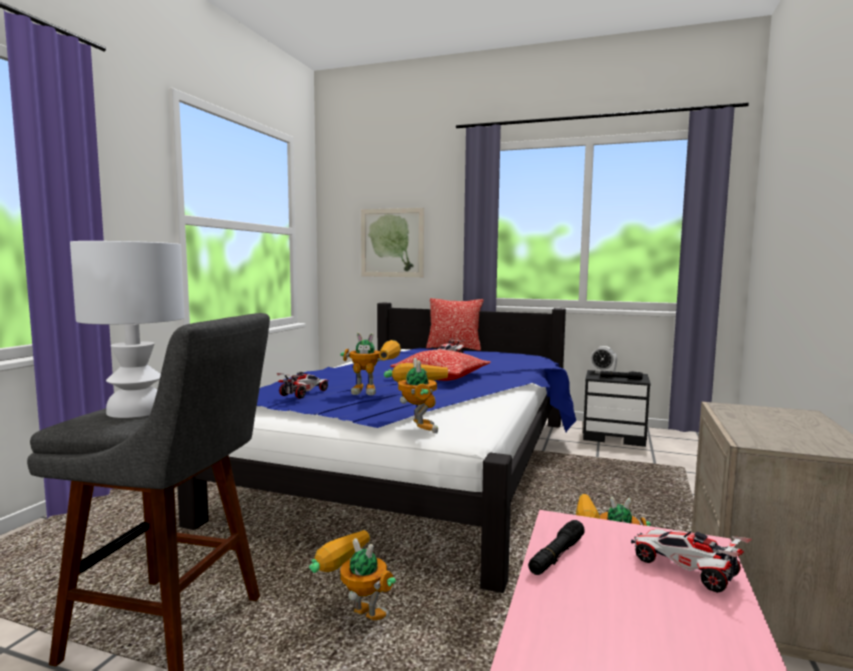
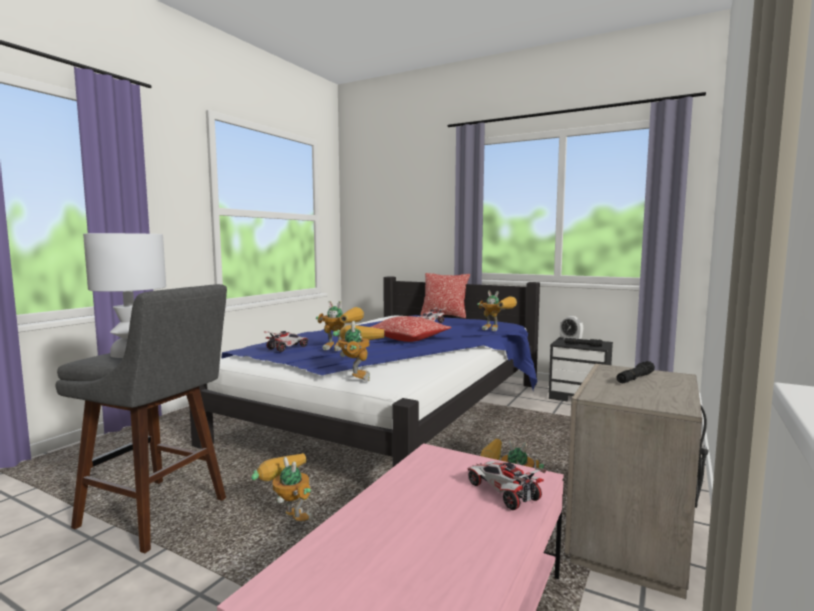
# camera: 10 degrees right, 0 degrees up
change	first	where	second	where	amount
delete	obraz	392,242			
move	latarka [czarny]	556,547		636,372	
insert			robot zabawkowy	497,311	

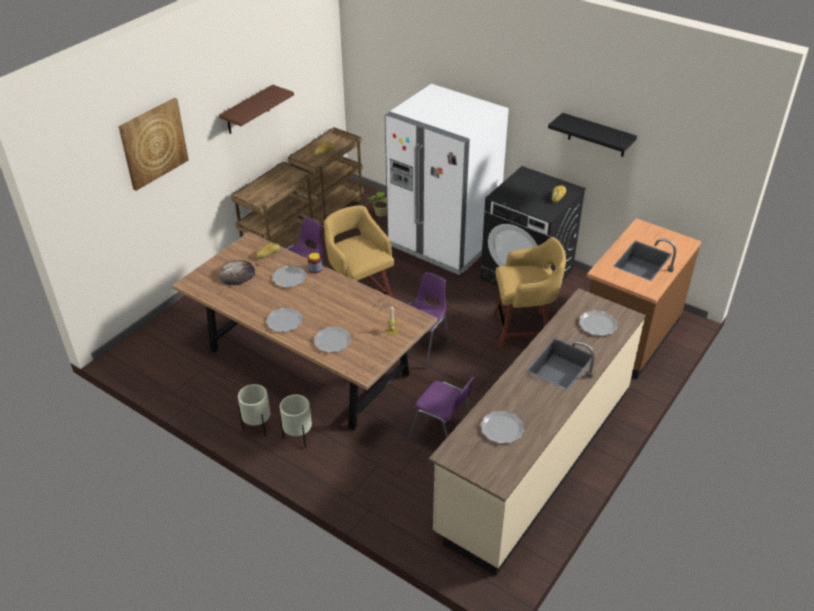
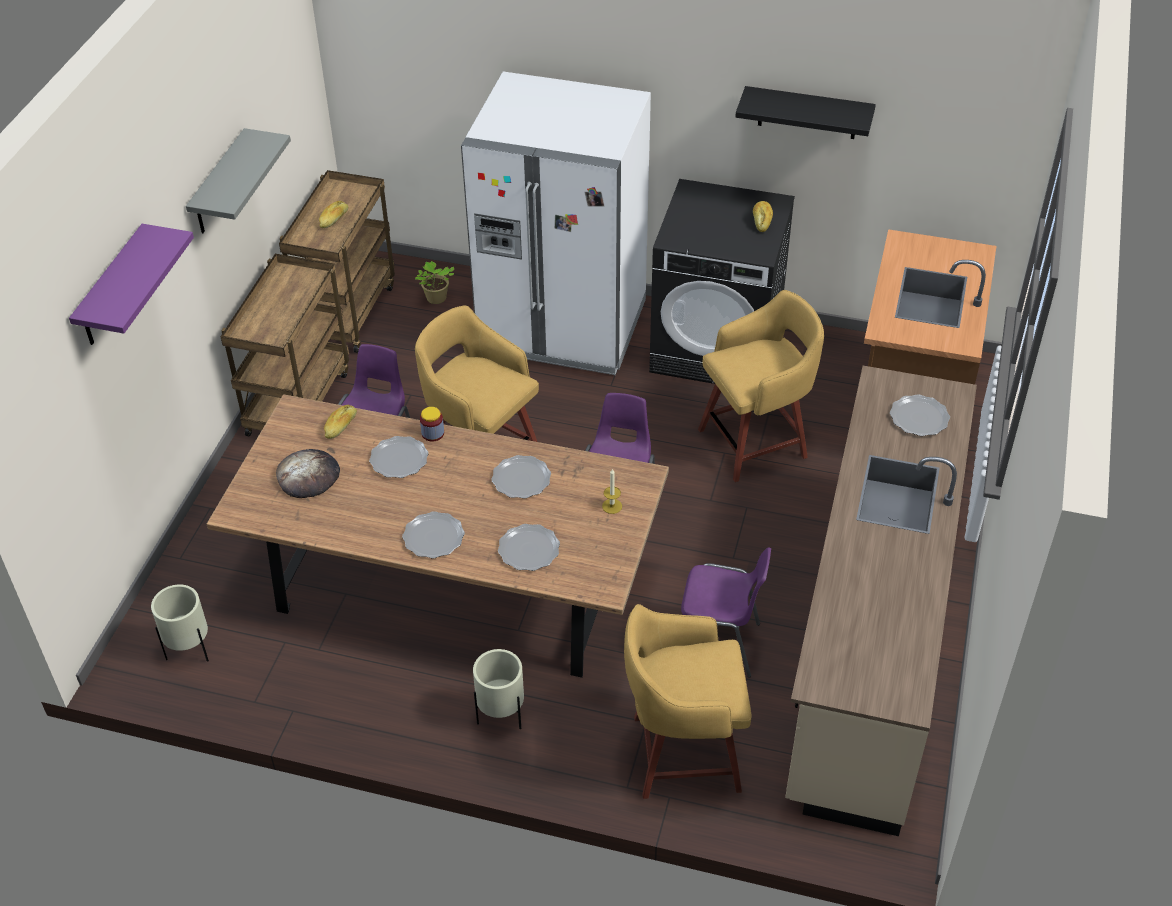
# camera: 20 degrees left, 5 degrees up
change	first	where	second	where	amount
replace	obraz	153,144	półka [fioletowy]	131,284	
recolor	półka [brązowy]	256,109	półka [szary]	238,180	
move	donica [beżowy]	254,410		180,623	
move	talerz	502,427		521,477	
insert			stołek [żółty]	687,701	

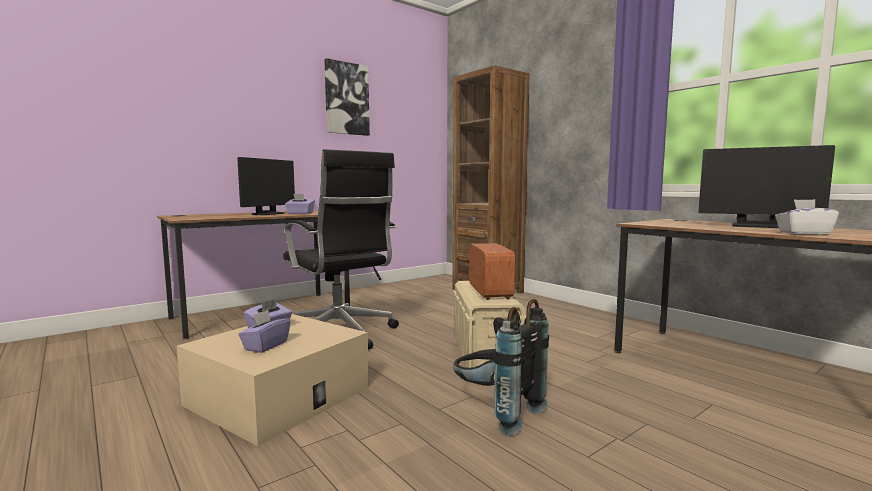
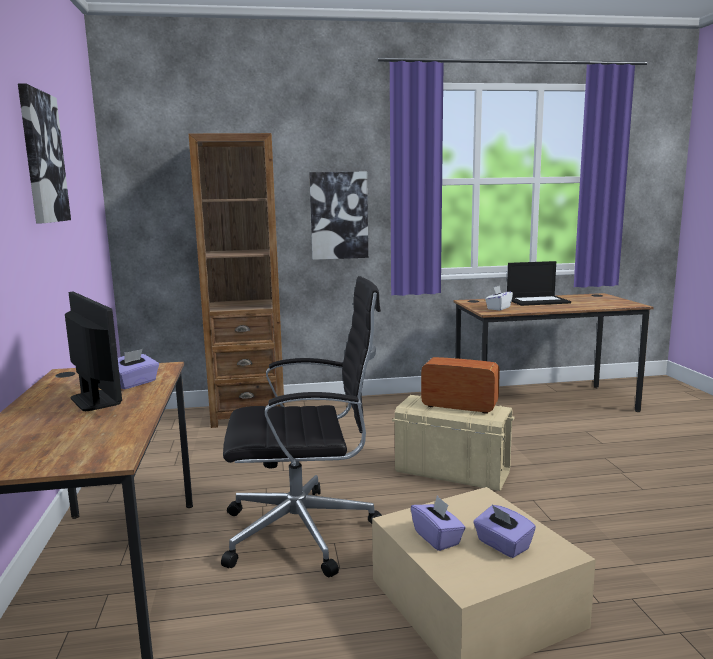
# camera: 60 degrees left, 5 degrees up
change	first	where	second	where	amount
delete	plecak [czarny]	501,367			
replace	monitor	766,186	laptop	539,283	
move	pudełko chusteczek [biały]	807,217		499,298	
insert			obraz	338,216	

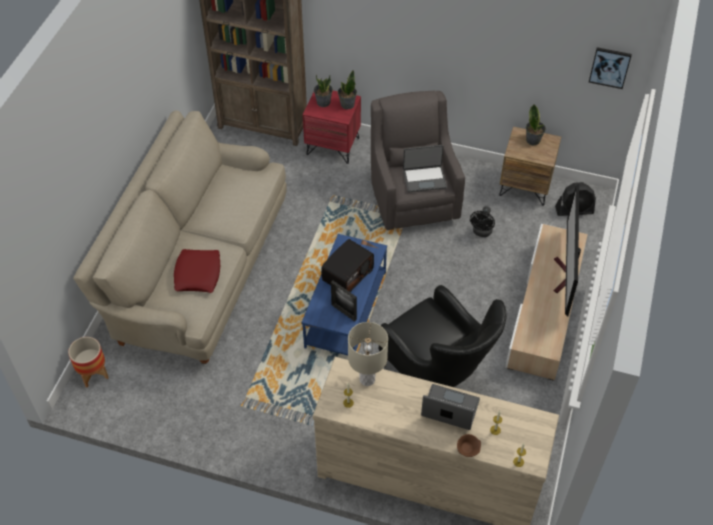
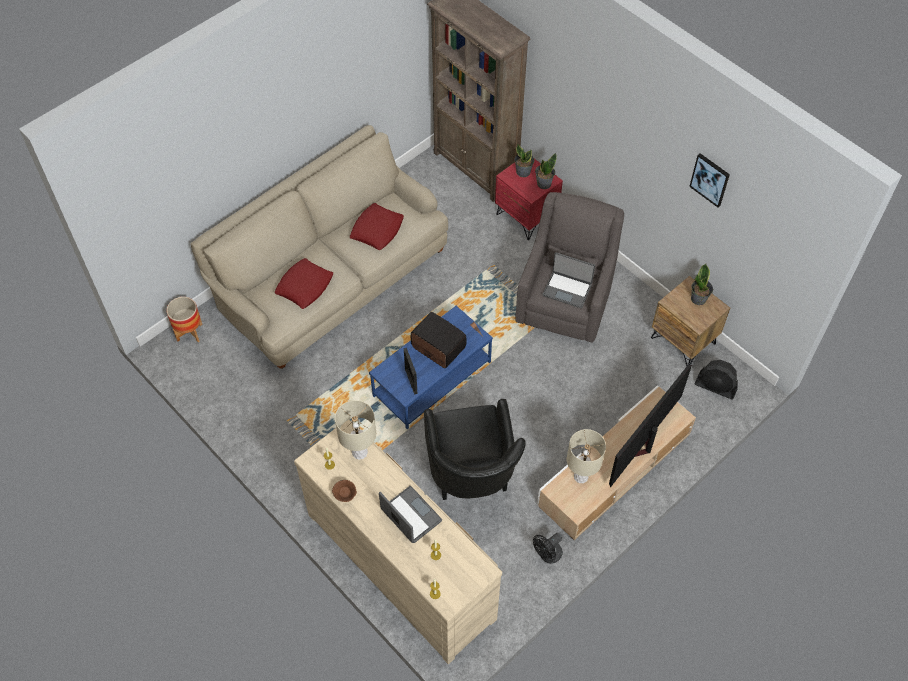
# camera: 30 degrees right, 5 degrees up
change	first	where	second	where	amount
rotate	radio	347,266		439,340	120 degrees counterclockwise
move	miska [brązowy]	469,445		344,491	
move	wentylator [czarny]	482,221		548,548	
move	obraz	610,68		709,180	
insert			poduszka [czerwony]	377,226	
insert			lampa stołowa [beżowy]	586,456	

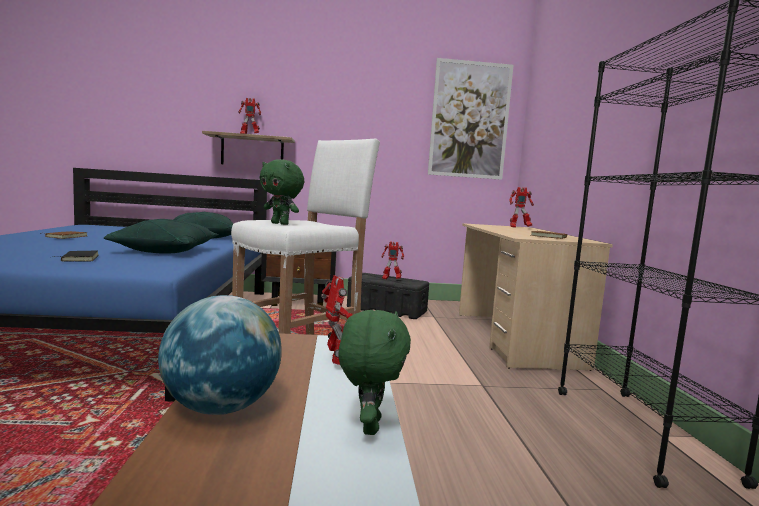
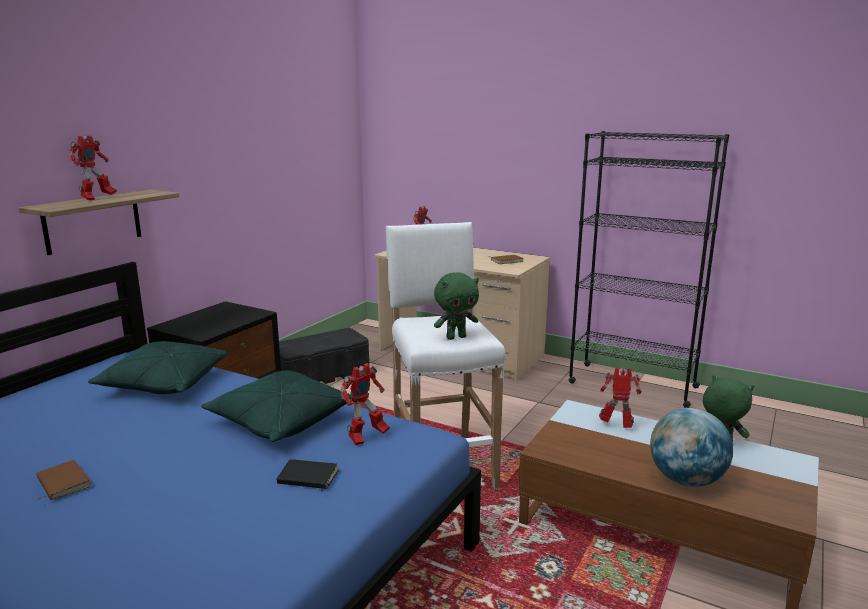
# camera: 55 degrees left, 10 degrees up
change	first	where	second	where	amount
move	robot zabawkowy	393,261		365,404	
delete	obraz	471,119			

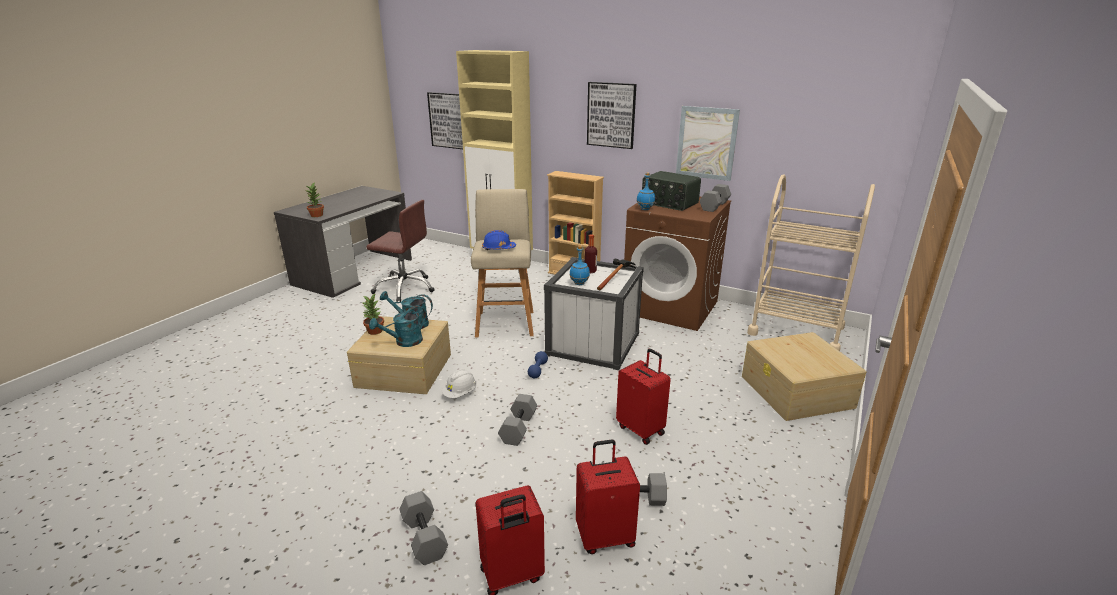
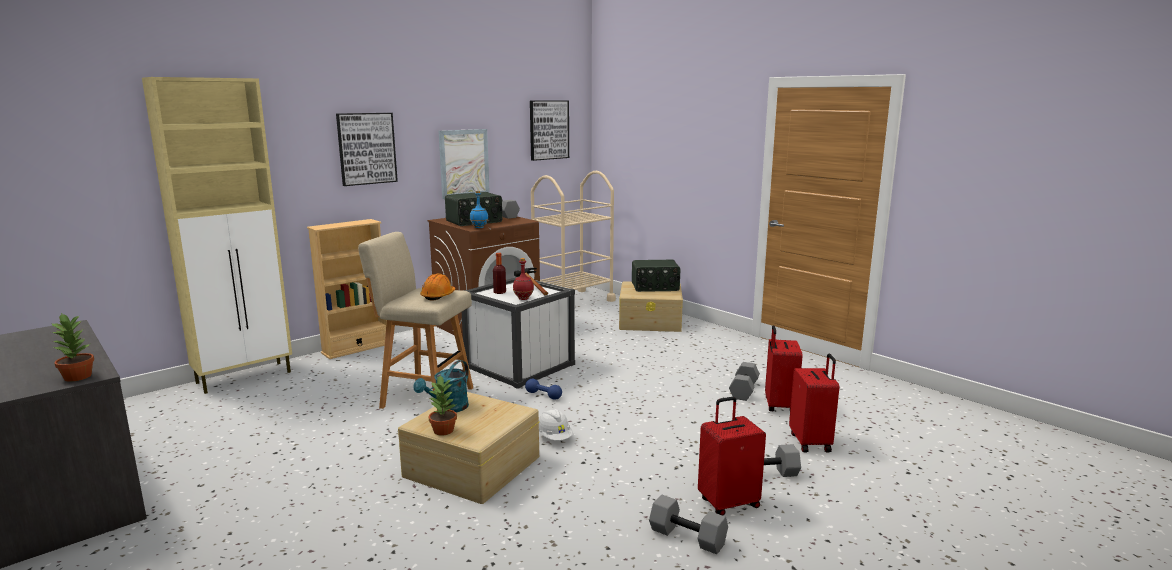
# camera: 70 degrees left, 10 degrees down
change	first	where	second	where	amount
delete	krzesło biurowe [brązowy]	400,251			
delete	konewka [turkusowy]	397,326			
move	obraz	445,120		549,130	
recolor	kask [niebieski]	499,240	kask [pomarańczowy]	437,287	
move	hantel [szary]	517,420		688,524	
recolor	butelka [niebieski]	580,265	butelka [czerwony]	523,279	
move	walizka [czerwony]	643,397		732,456	
insert			radio	656,276	

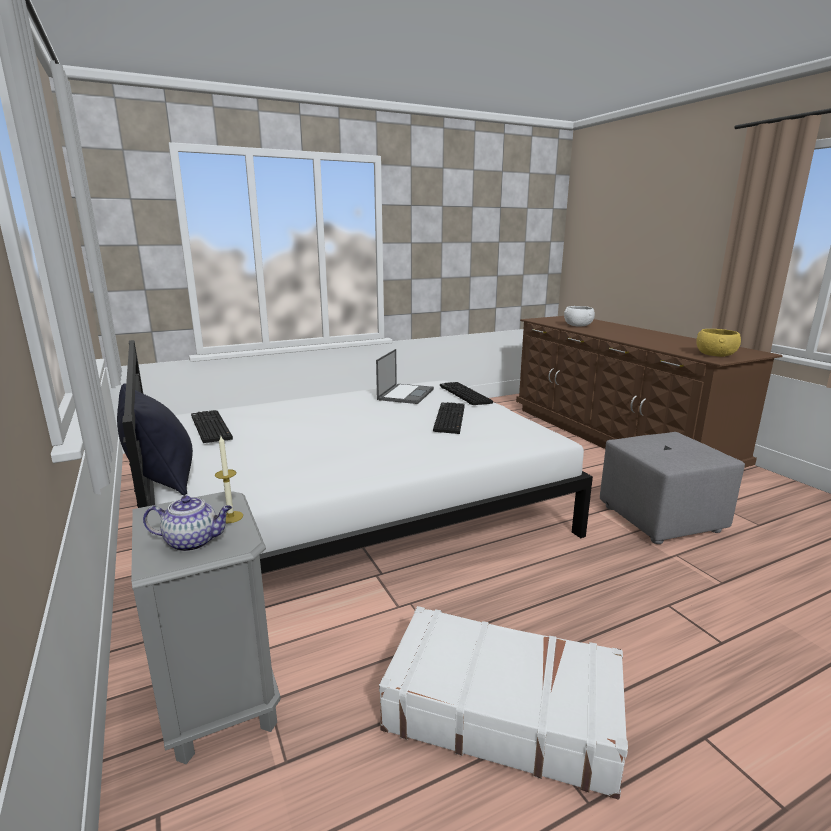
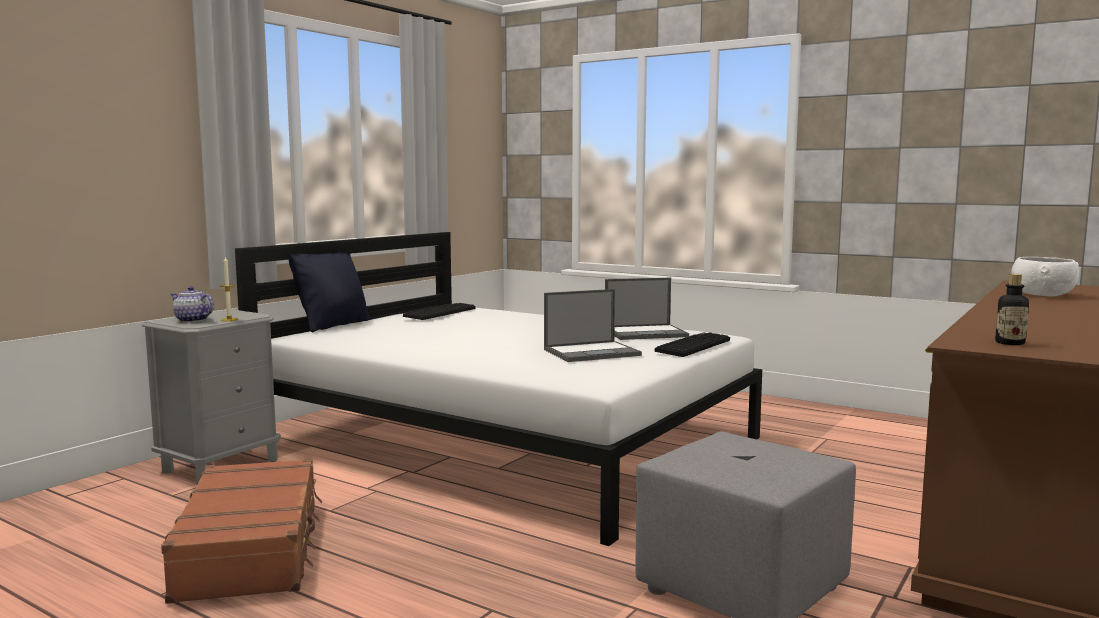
# camera: 60 degrees right, 10 degrees down
change	first	where	second	where	amount
rotate	imbryk	187,524		192,304	150 degrees clockwise
recolor	walizka [biały]	503,703	walizka [brązowy]	241,531	
replace	klawiatura	449,418	laptop	593,325	
replace	miska [żółty]	718,343	butelka	1012,309	

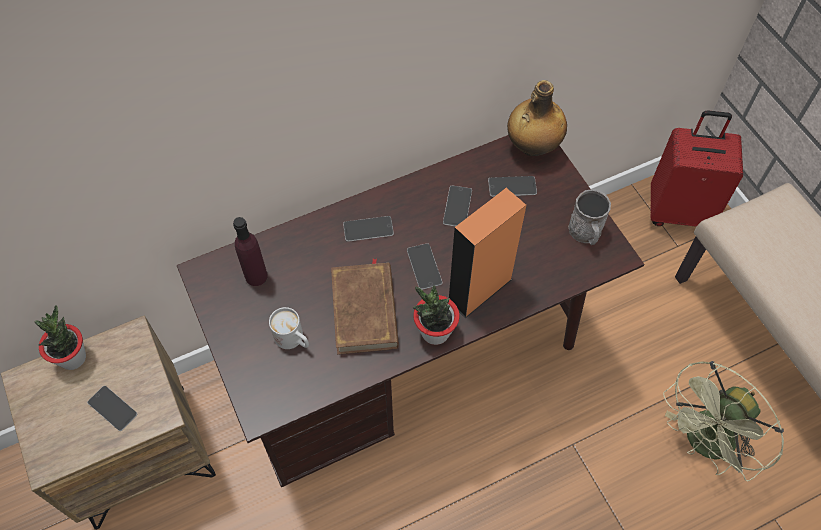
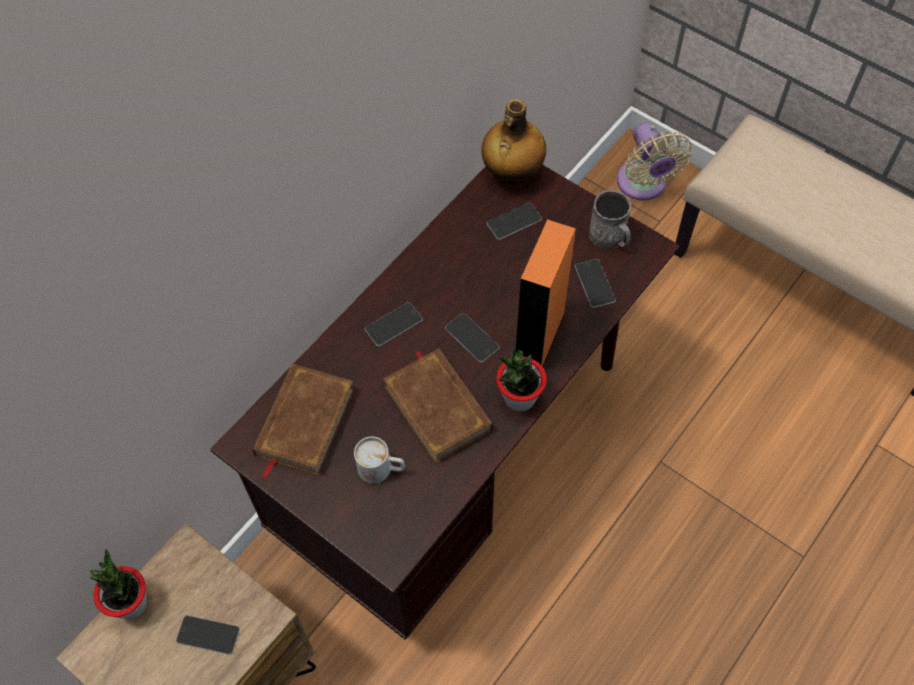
# camera: 25 degrees left, 0 degrees up
change	first	where	second	where	amount
replace	butelka [fioletowy]	250,251	książka [brązowy]	303,421	
move	telefon	457,206		595,283	
replace	walizka [czerwony]	697,168	wentylator [beżowy]	654,161	
delete	wentylator [zielony]	723,421			

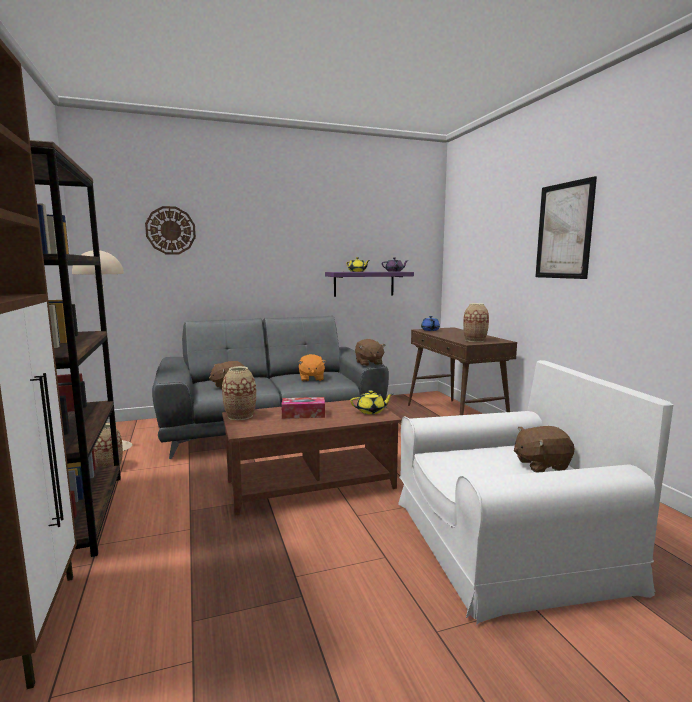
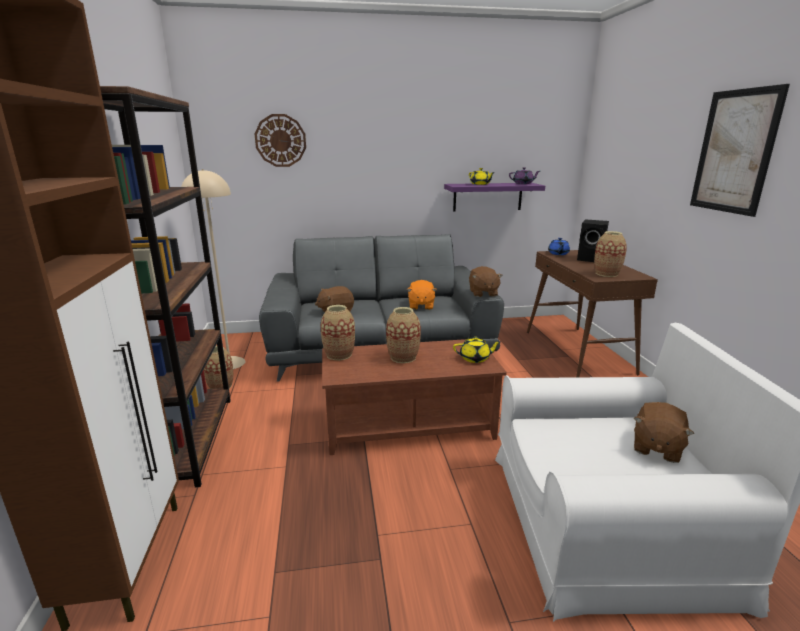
# camera: 10 degrees right, 10 degrees up
change	first	where	second	where	amount
replace	pudełko chusteczek	303,408	wazon	403,335	
rotate	pluszak [brązowy]	544,449		664,432	60 degrees counterclockwise
insert			głośnik [czarny]	593,240	

